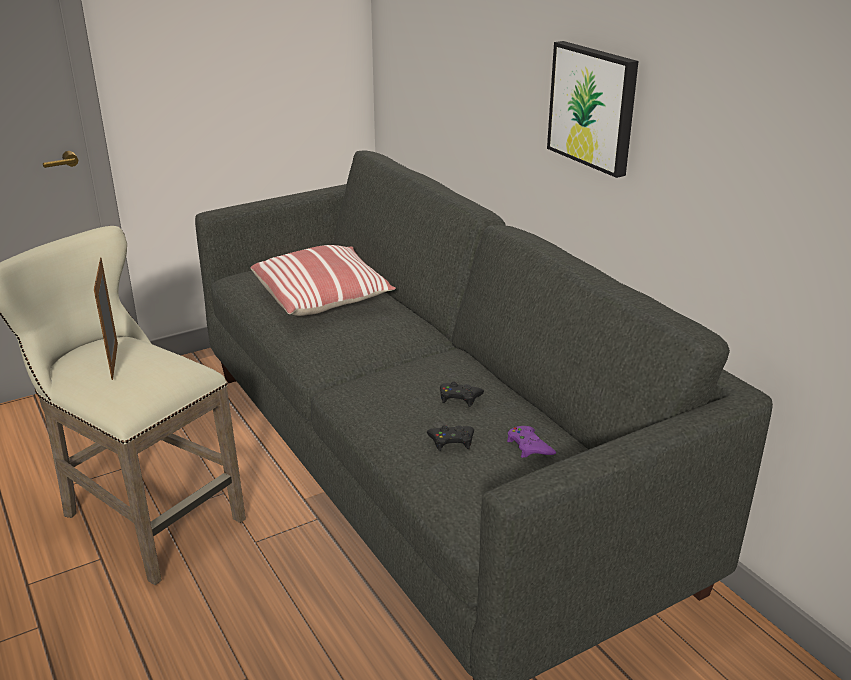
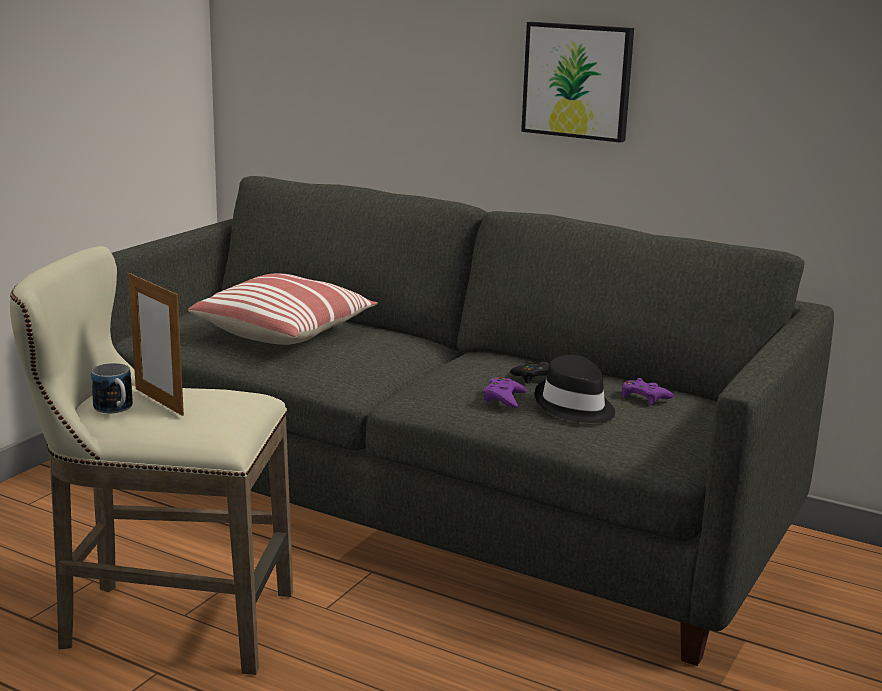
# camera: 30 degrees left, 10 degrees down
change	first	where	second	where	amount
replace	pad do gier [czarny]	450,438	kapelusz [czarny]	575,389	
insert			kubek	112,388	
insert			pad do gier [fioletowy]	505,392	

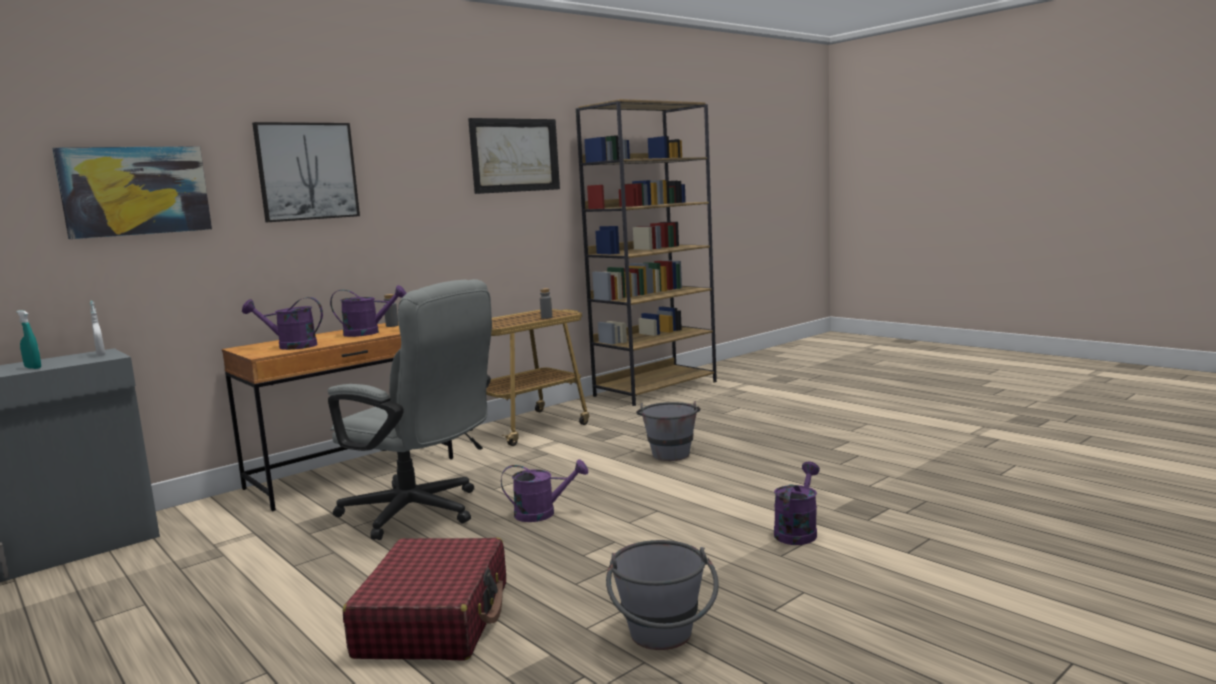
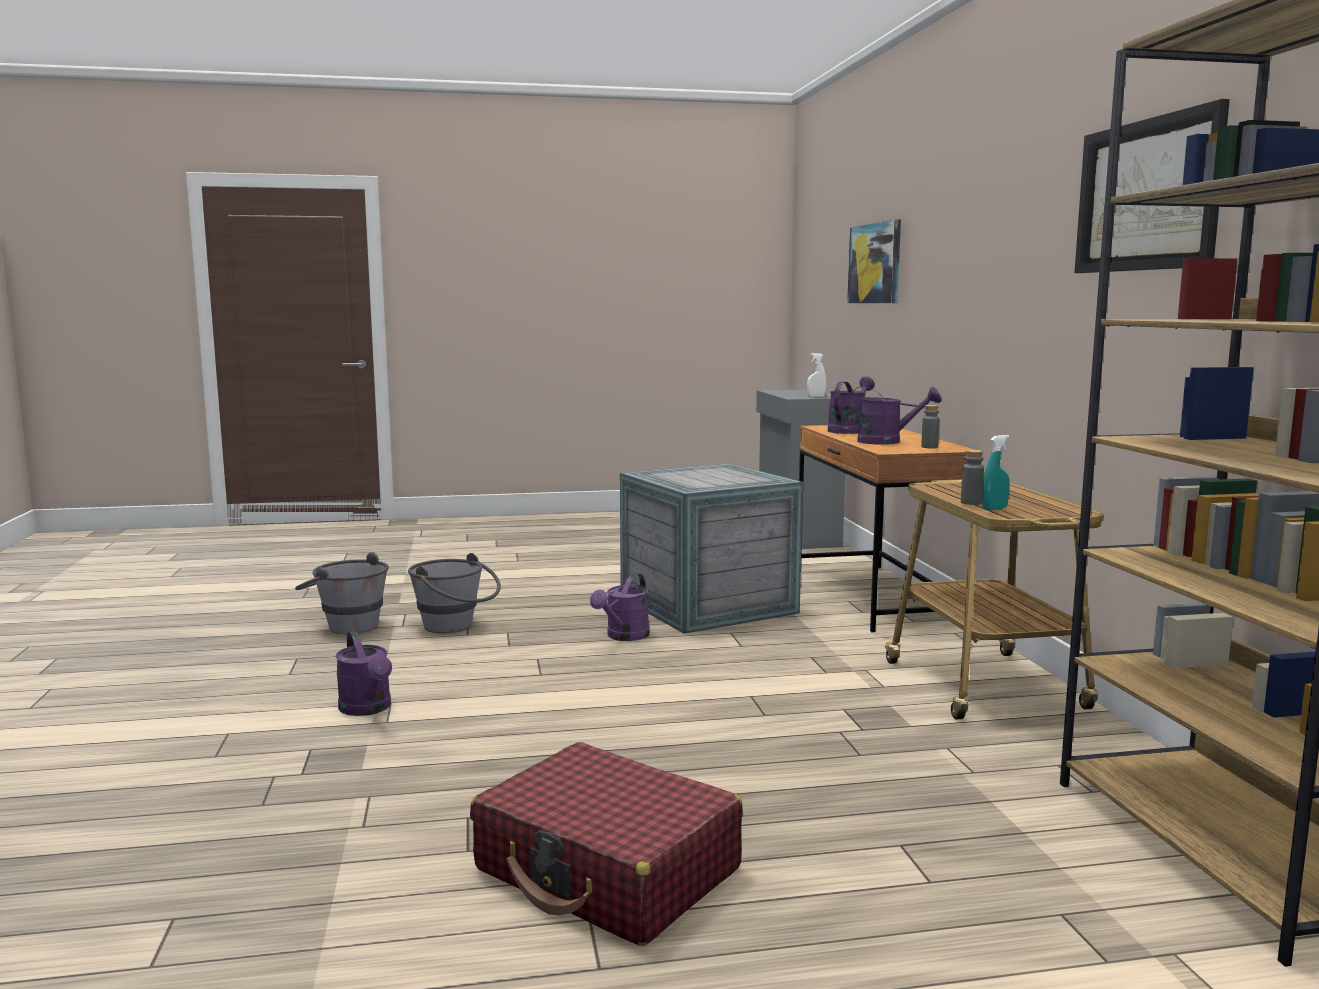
# camera: 120 degrees right, 0 degrees up
change	first	where	second	where	amount
move	spryskiwacz [turkusowy]	28,339		996,472	
delete	obraz	306,172			
replace	krzesło biurowe [szary]	410,409	skrzynka	711,548	
rotate	konewka [fioletowy]	368,311		894,415	105 degrees counterclockwise
move	walizka [czerwony]	424,598		606,844	
move	wiadro [szary]	668,431		454,593	

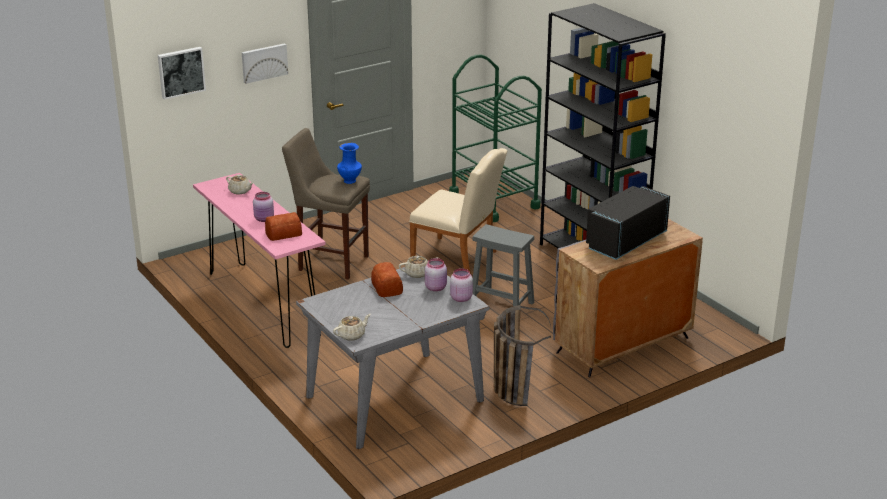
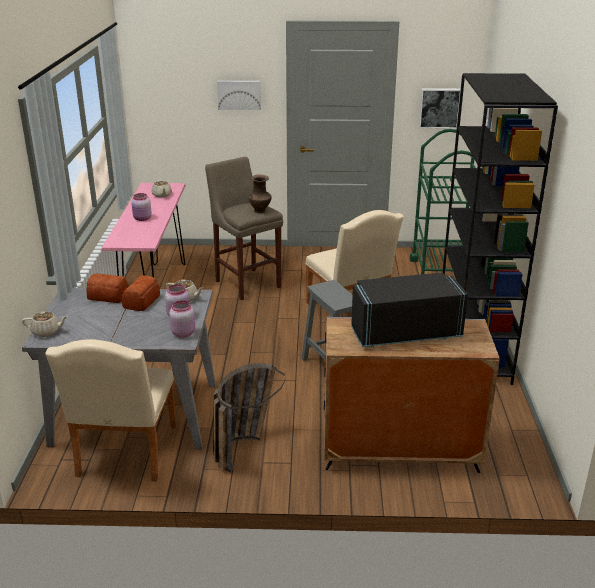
# camera: 35 degrees right, 0 degrees up
change	first	where	second	where	amount
move	obraz	182,73		440,108	
move	chleb	283,226		107,288	
recolor	wazon [niebieski]	349,163	wazon [brązowy]	260,194	
insert			krzesło [beżowy]	110,410	

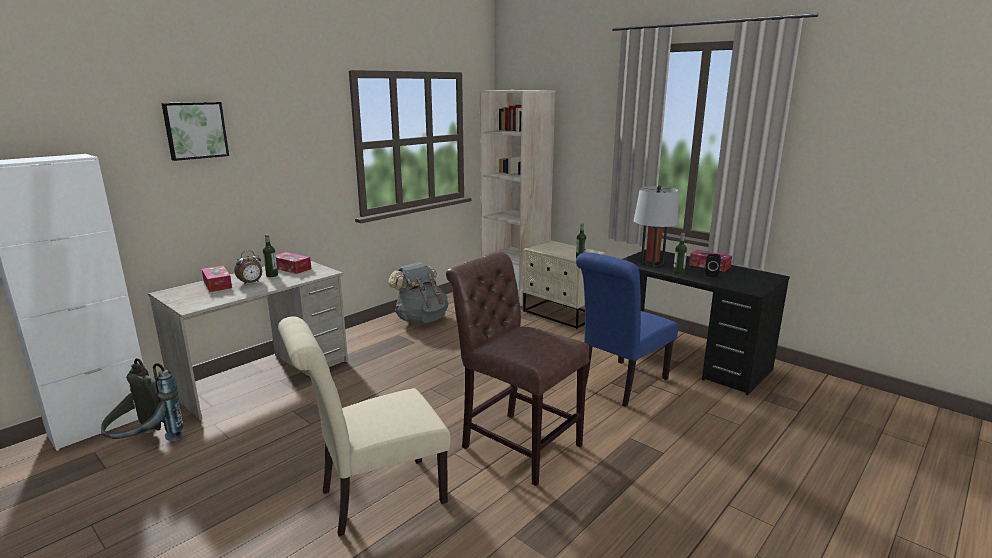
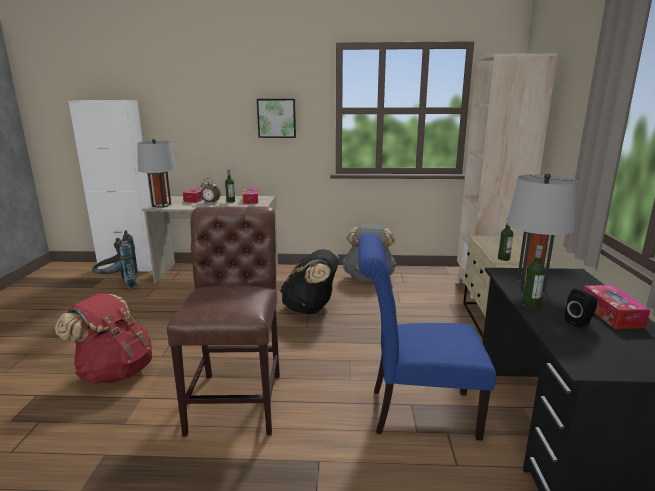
# camera: 50 degrees right, 0 degrees up
change	first	where	second	where	amount
move	obraz	195,131		276,118	
replace	krzesło [beżowy]	364,426	plecak [czerwony]	103,338	
insert			lampa stołowa [szary]	156,173	
insert			plecak [czarny]	309,281	

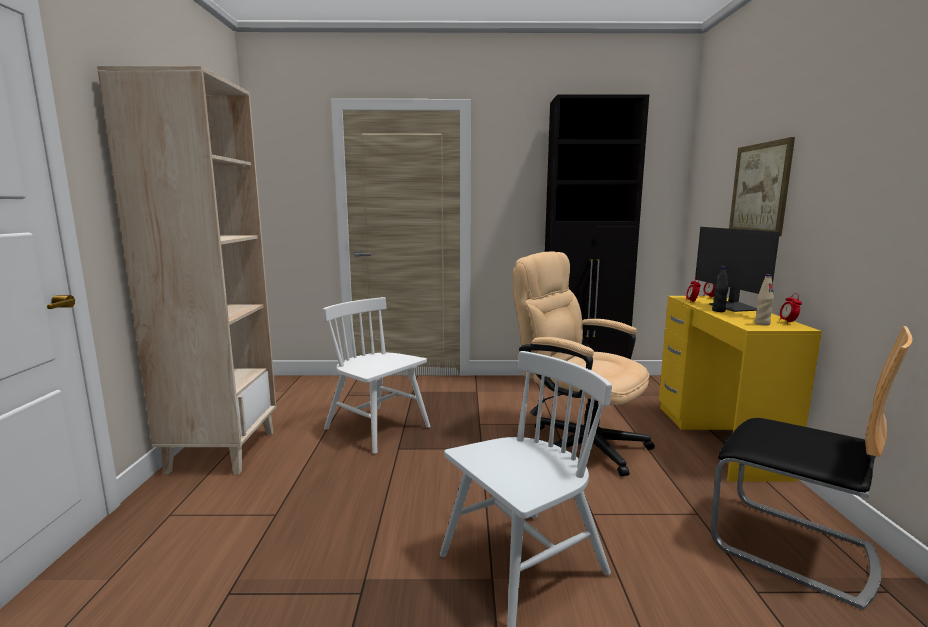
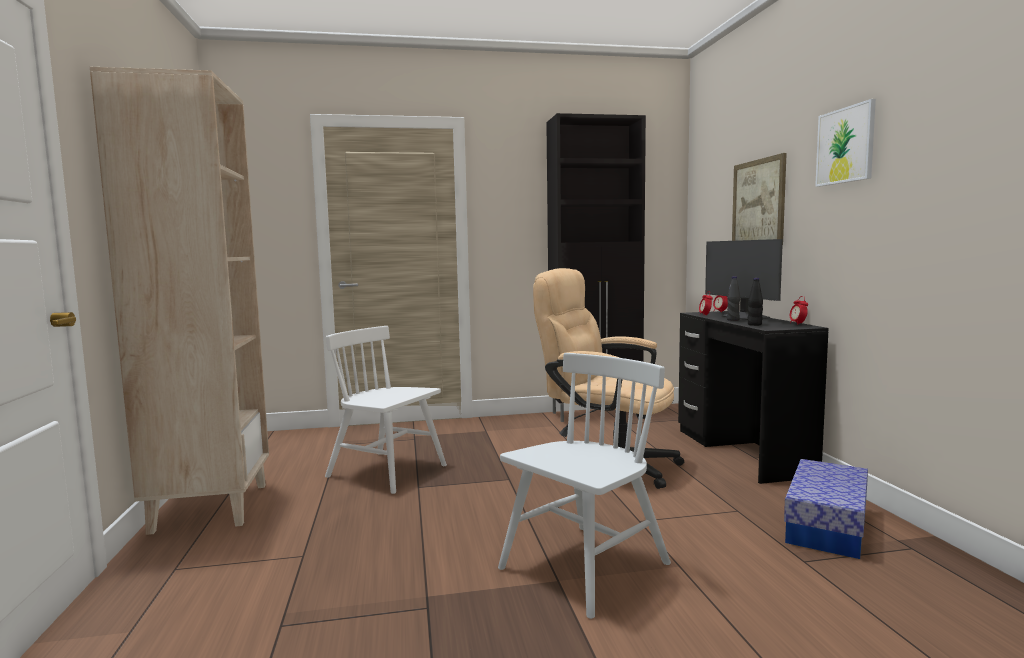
# camera: 10 degrees left, 5 degrees down
change	first	where	second	where	amount
recolor	biurko [żółty]	740,389	biurko [czarny]	753,397	
replace	krzesło	811,468	pojemnik do przechowywania	826,509	
delete	butelka [beżowy]	764,300			
insert			butelka [czarny]	755,302	
insert			obraz	845,143	

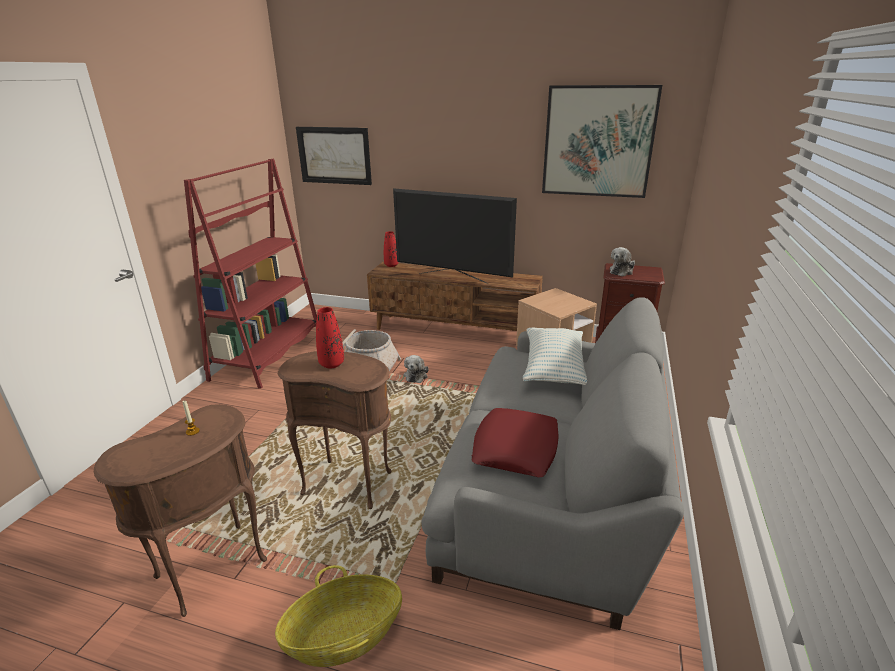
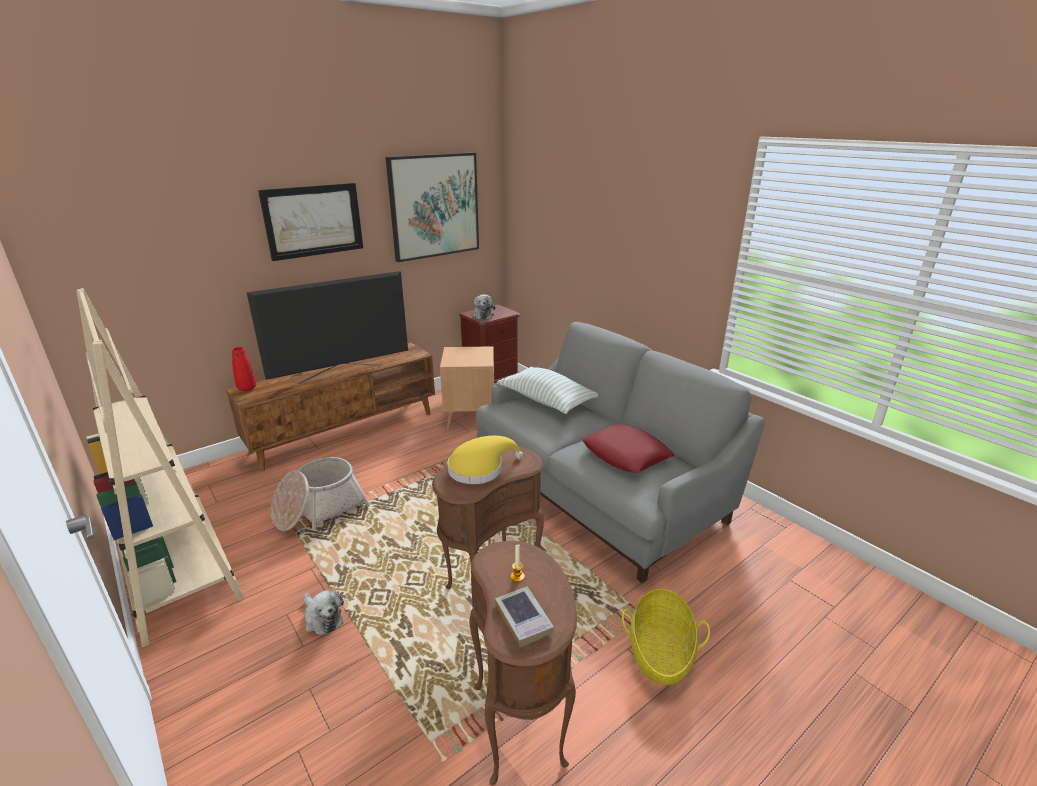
# camera: 55 degrees left, 0 degrees up
change	first	where	second	where	amount
recolor	regał [czerwony]	250,274	regał [beżowy]	160,467	
move	obraz	334,156		310,222	
replace	wazon [czerwony]	330,337	kapelusz [żółty]	485,460	
move	pluszak	416,369		324,612	
insert			książka	524,616	

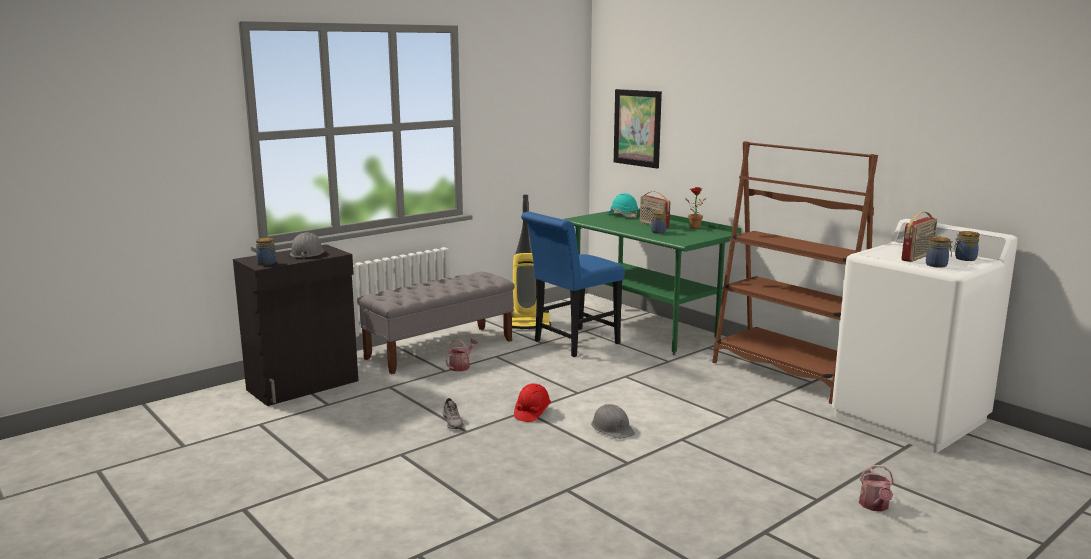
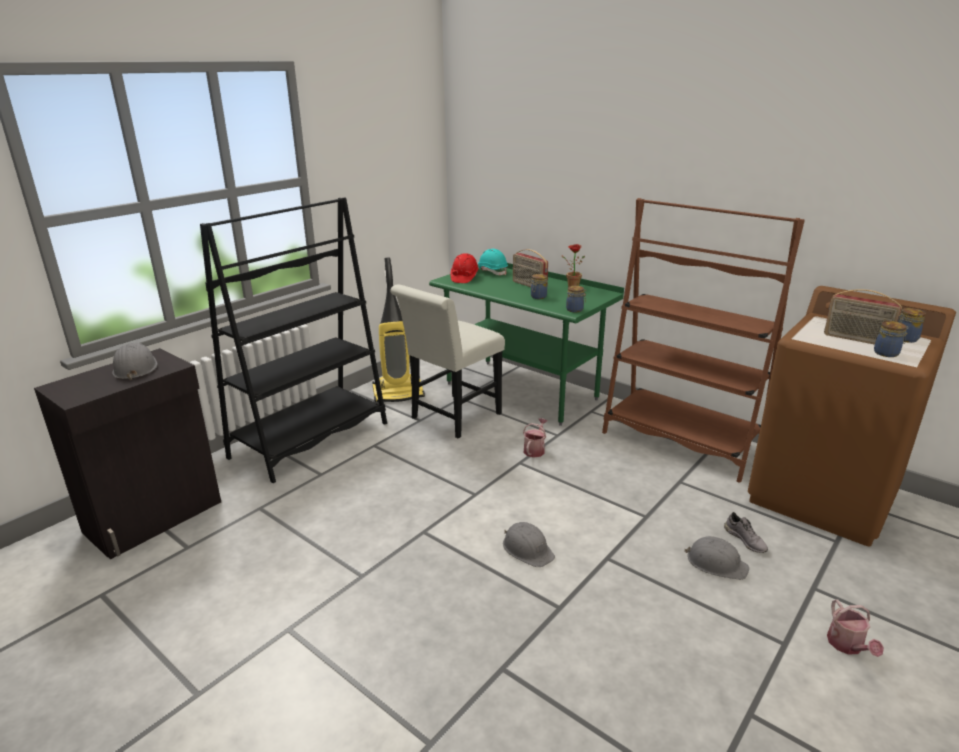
# camera: 10 degrees left, 10 degrees up
change	first	where	second	where	amount
move	słoik	266,251		576,299	
replace	ławka [szary]	436,323	regał [czarny]	293,340	
move	but [szary]	453,413		746,532	
move	konewka	462,355		535,438	
move	kask [czerwony]	532,402		465,268	
recolor	krzesło [niebieski]	573,284	krzesło [biały]	447,361	
delete	obraz	638,129			
recolor	pralka [biały]	925,336	pralka [brązowy]	852,416	
rotate	radio	919,236		863,317	90 degrees clockwise
insert			kask [szary]	716,558	

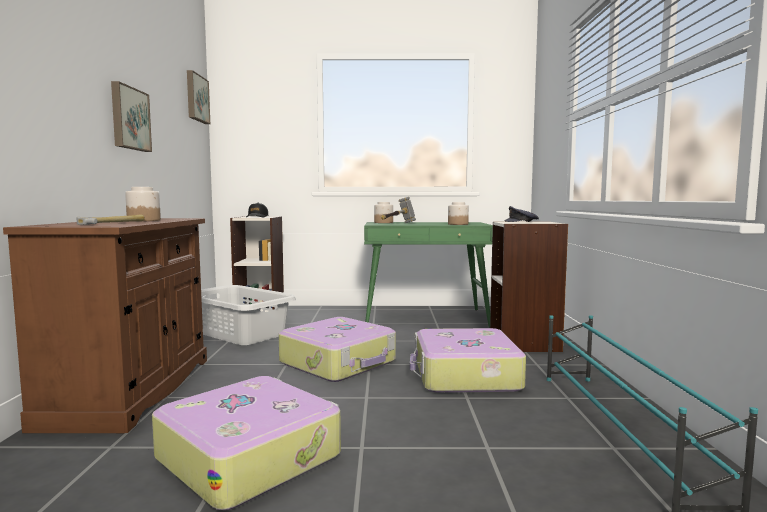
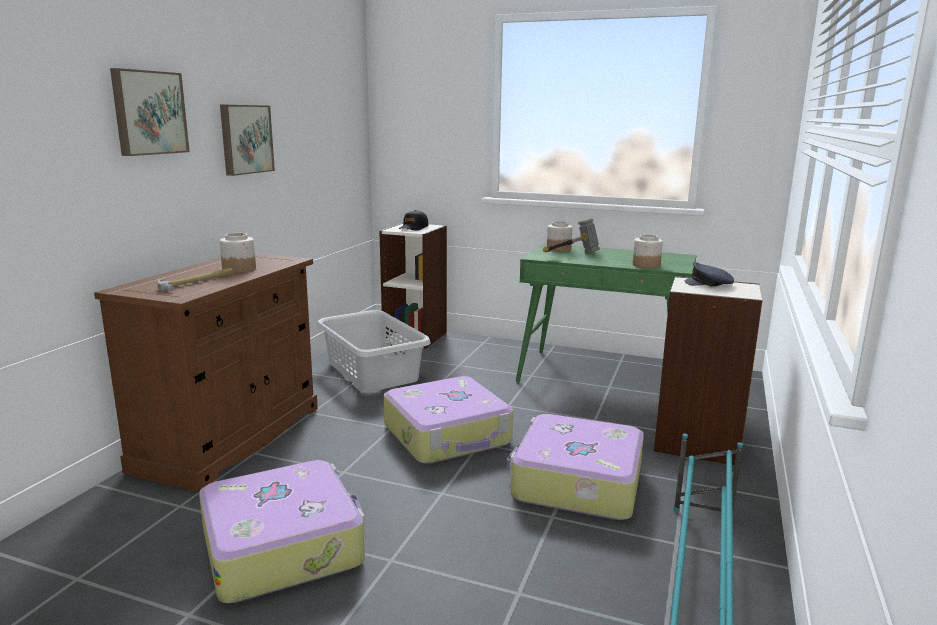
# camera: 20 degrees right, 10 degrees up
change	first	where	second	where	amount
move	obraz	198,97		150,112	

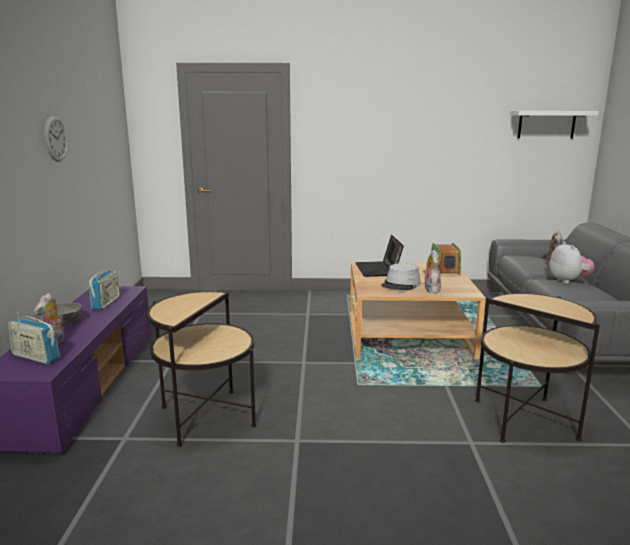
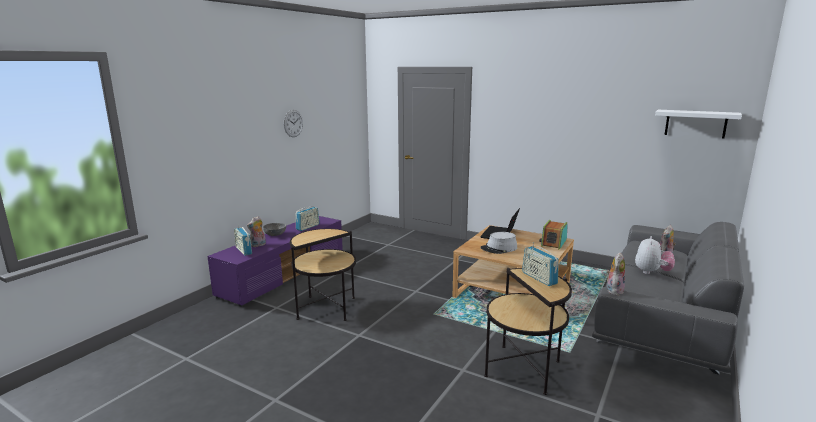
# camera: 30 degrees right, 0 degrees up
change	first	where	second	where	amount
move	pluszak	432,271		615,274	
insert			radio	540,264	

